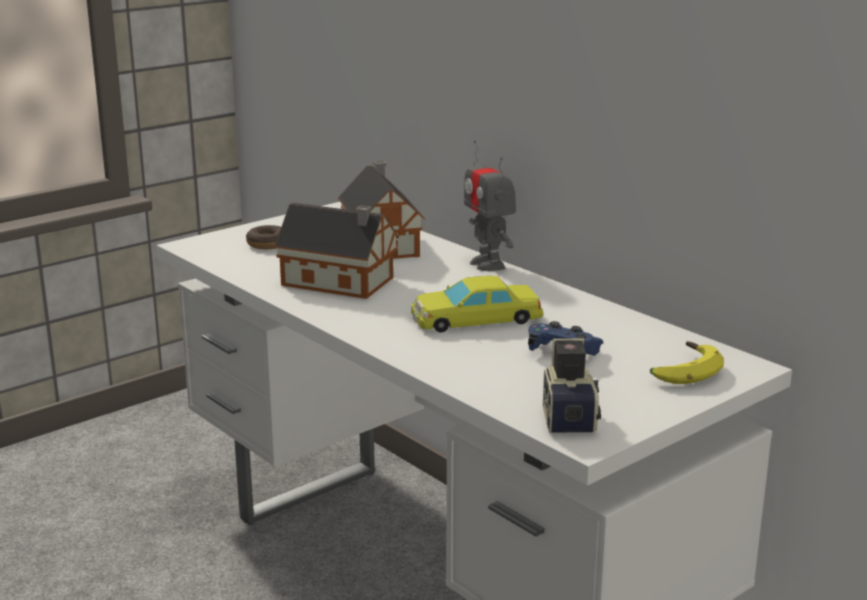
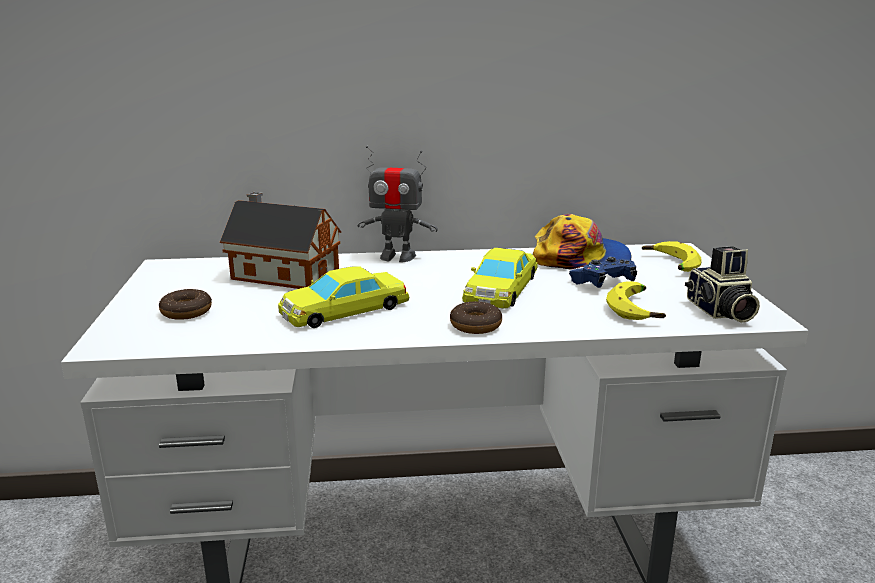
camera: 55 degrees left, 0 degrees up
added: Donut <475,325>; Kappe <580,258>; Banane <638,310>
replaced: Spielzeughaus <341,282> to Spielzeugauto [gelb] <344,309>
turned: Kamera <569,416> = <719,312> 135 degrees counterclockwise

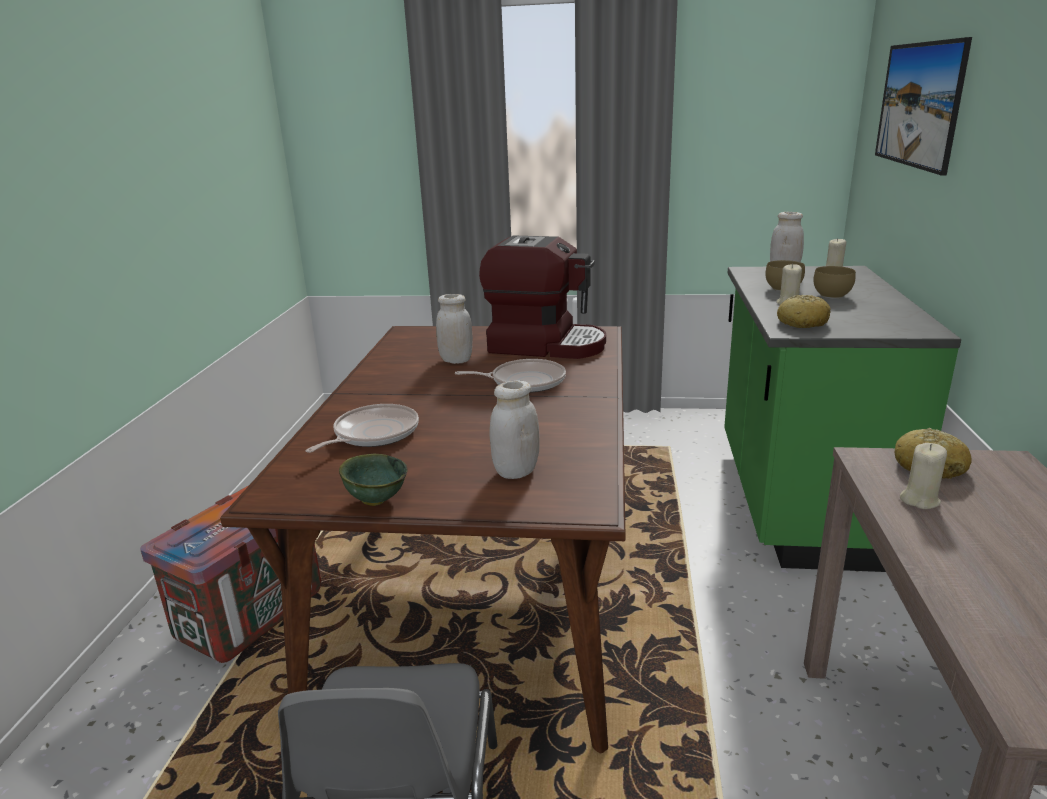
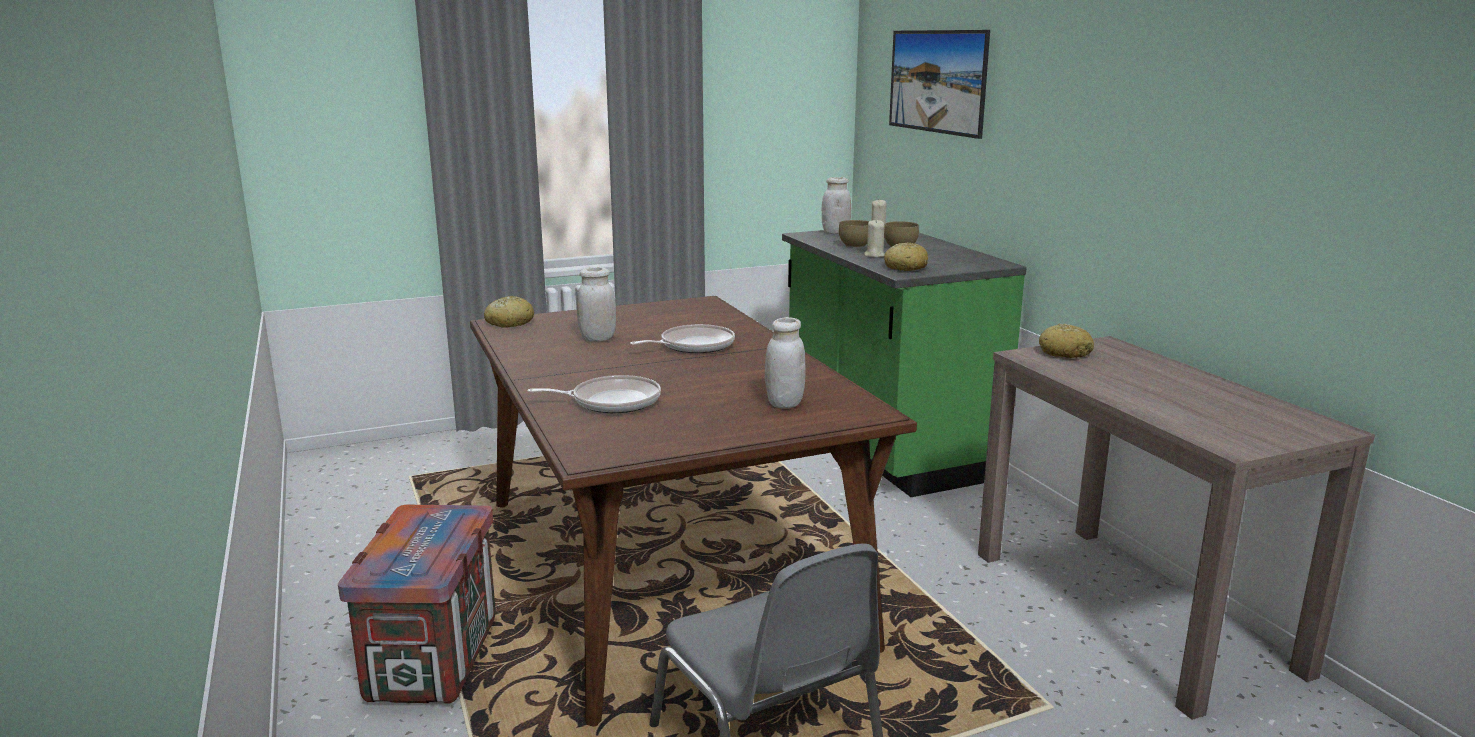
camera: 30 degrees left, 5 degrees down
removed: Schüssel [grün] <376,499>; Kaffeemaschine <546,345>; Kerze [beige] <919,500>
added: Brot <509,323>
turned: Pfanne <373,434> = <611,402> 75 degrees clockwise

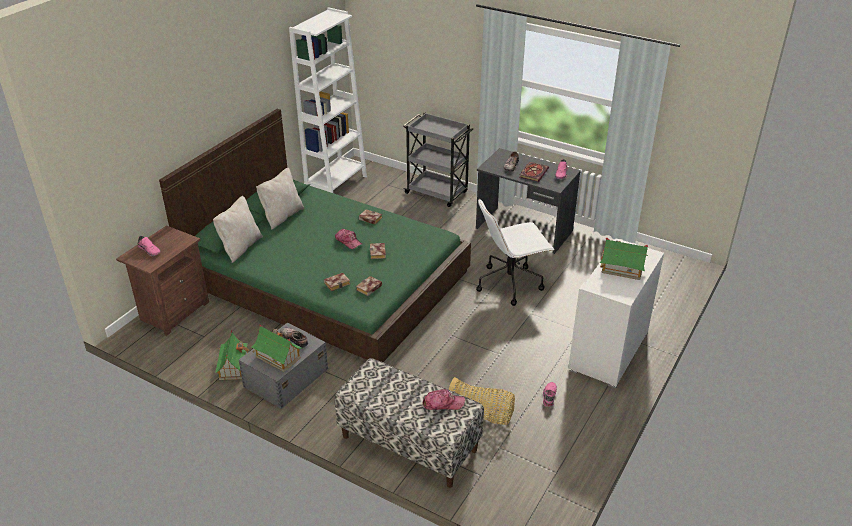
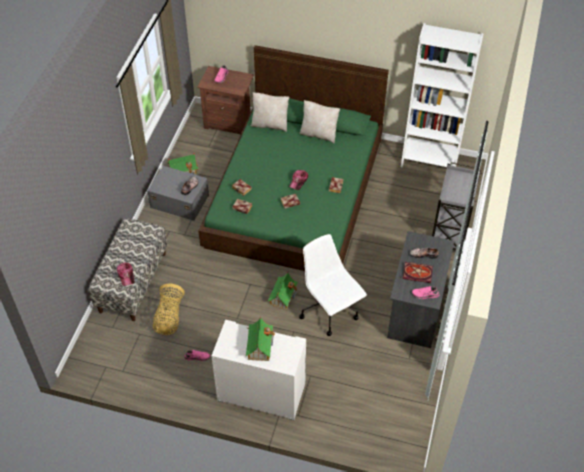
camera: 75 degrees right, 15 degrees up
moved: Spielzeughaus <277,357> to <283,296>

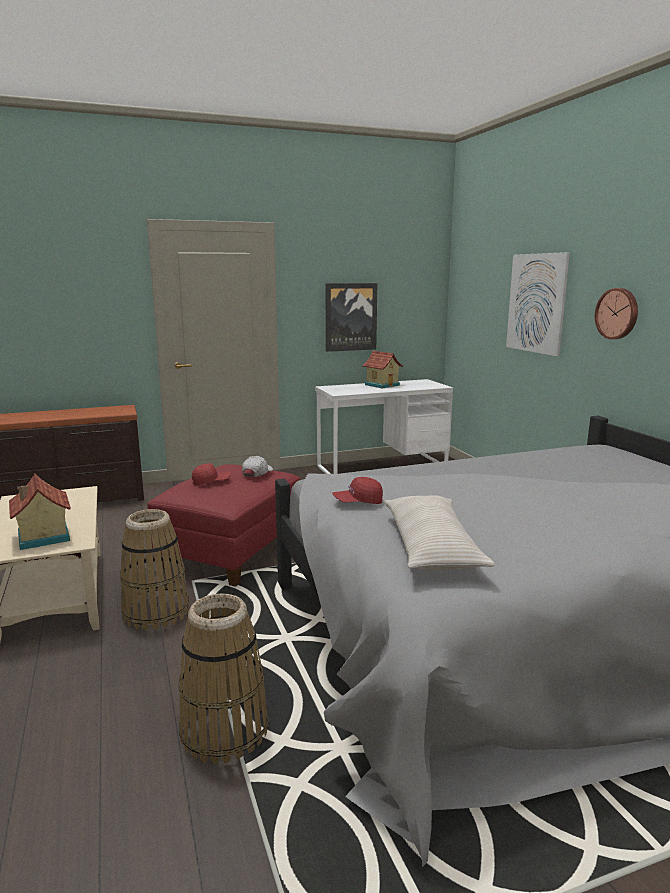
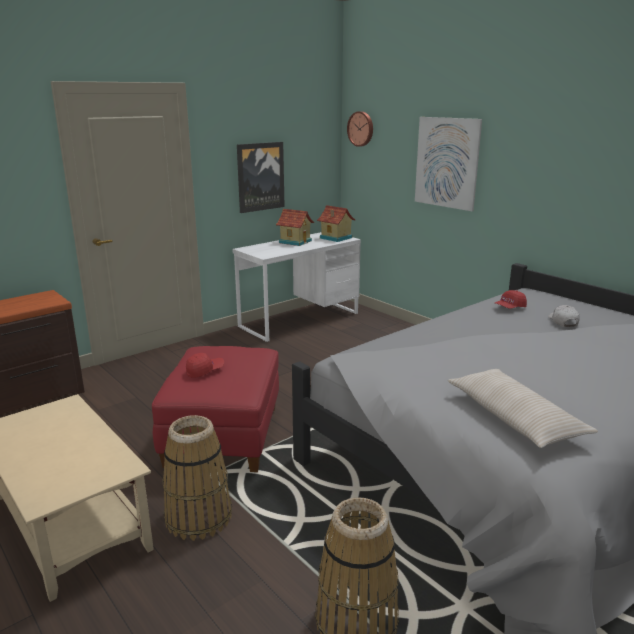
camera: 20 degrees left, 5 degrees up
moved: Spielzeughaus <42,537> to <335,238>; Kappe [weiß] <257,472> to <563,322>; Kappe [rot] <358,502> to <510,307>; Wanduhr <617,313> to <361,129>

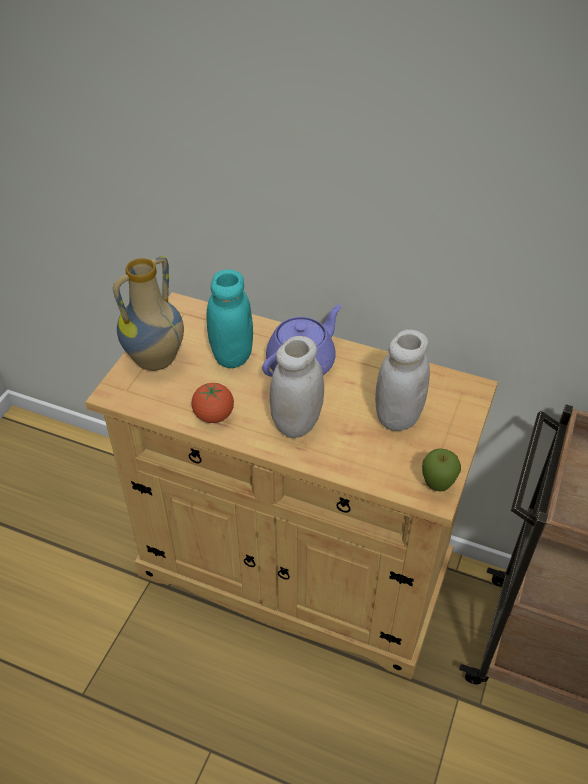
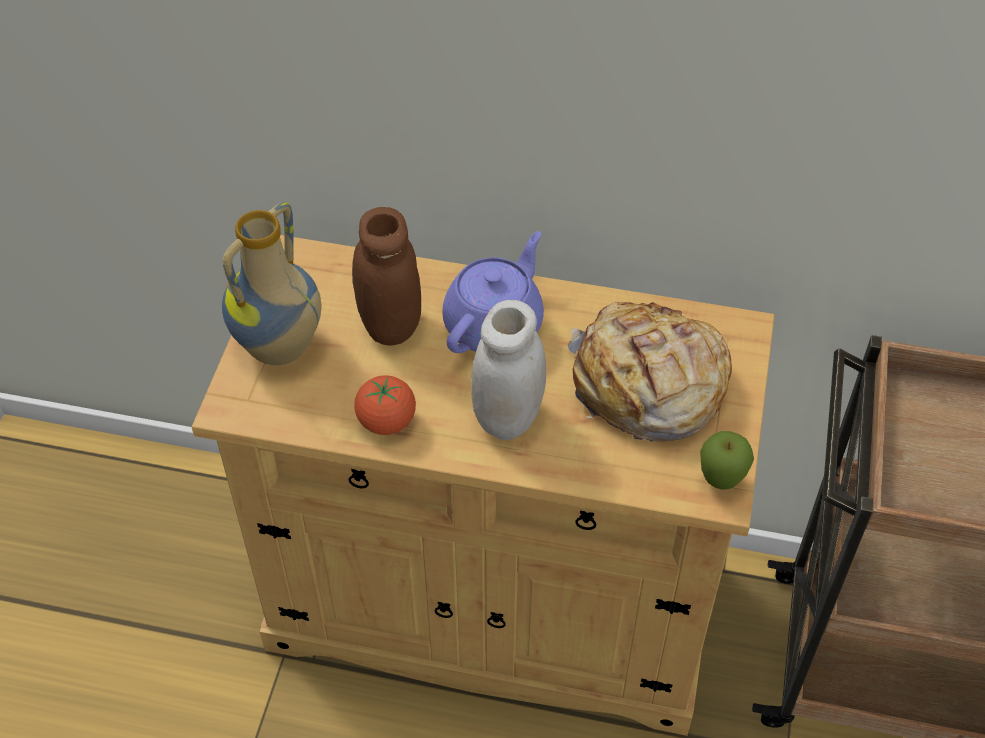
camera: 10 degrees left, 5 degrees up
replaced: Vorratsglas [weiß] <397,417> to Brot <647,387>
recoloured: Vorratsglas [türkis] <232,355> to Vorratsglas [braun] <390,325>

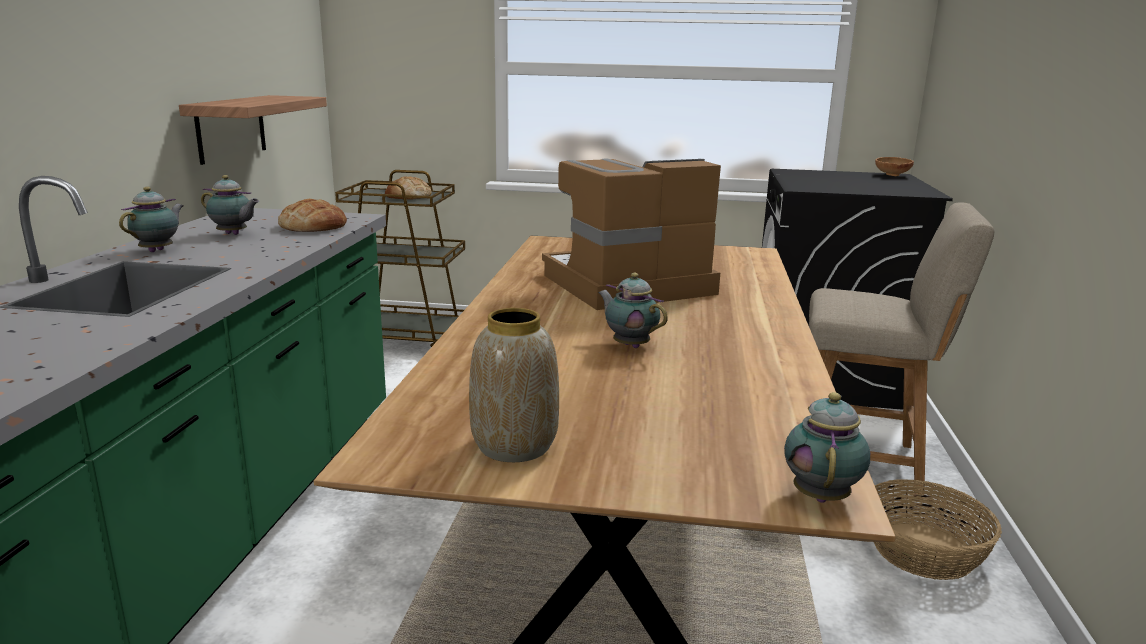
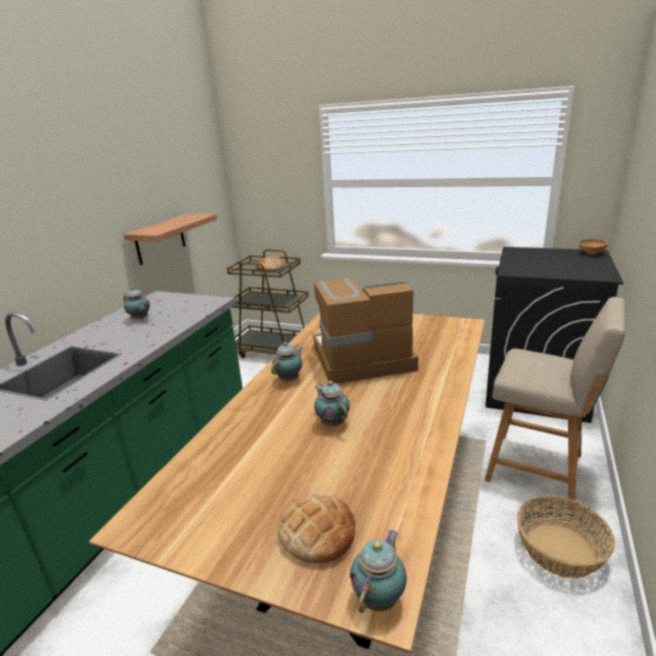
camera: 15 degrees right, 5 degrees up
removed: Vase <514,446>
moved: Teekanne <159,250> to <290,379>; Brot <313,226> to <317,533>

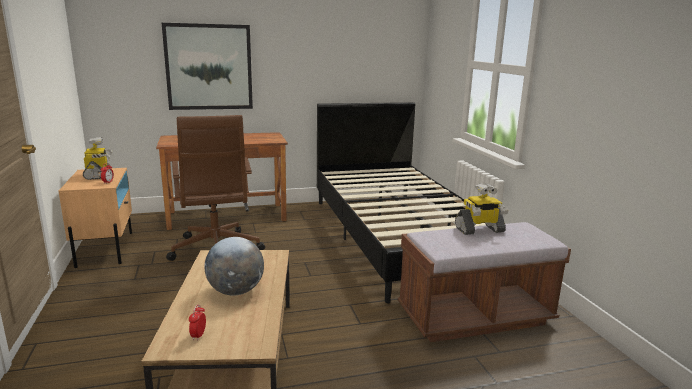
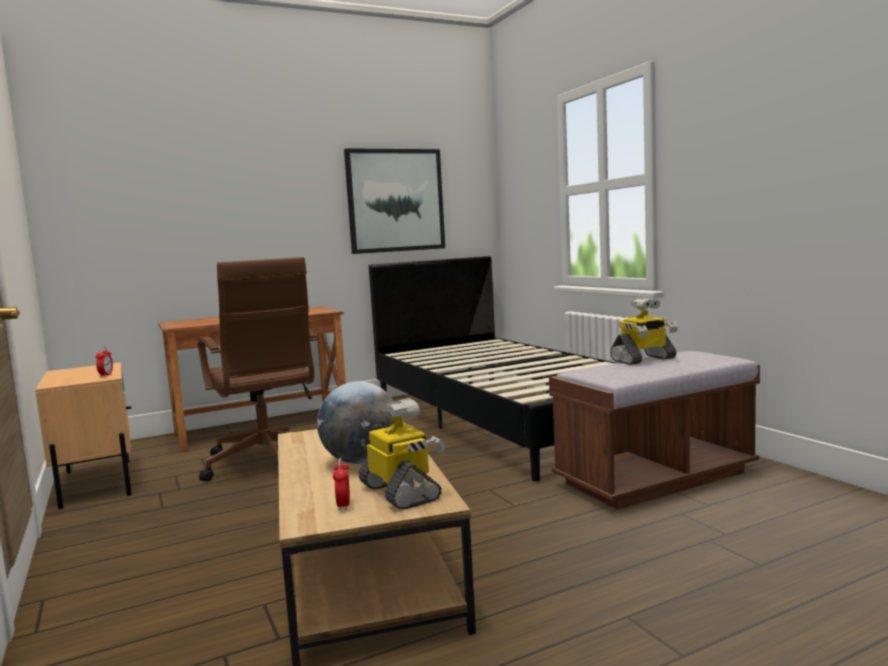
camera: 10 degrees left, 10 degrees down
moved: Spielzeugroboter <98,175> to <401,492>; Bild <209,67> to <395,200>

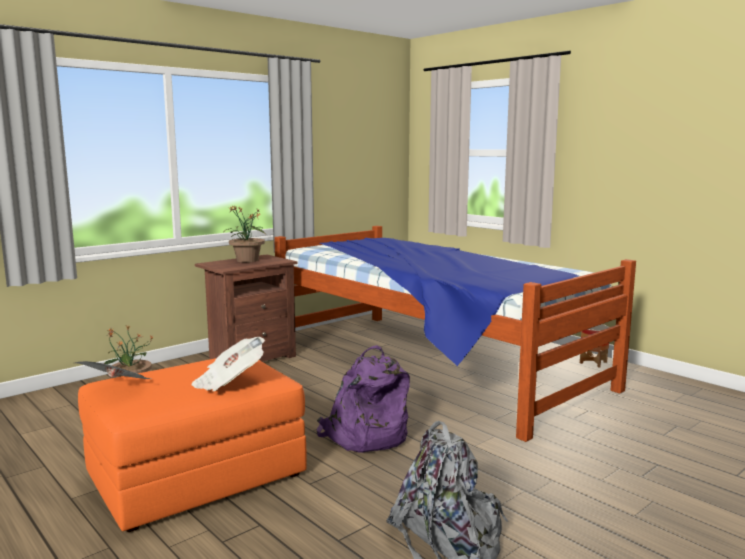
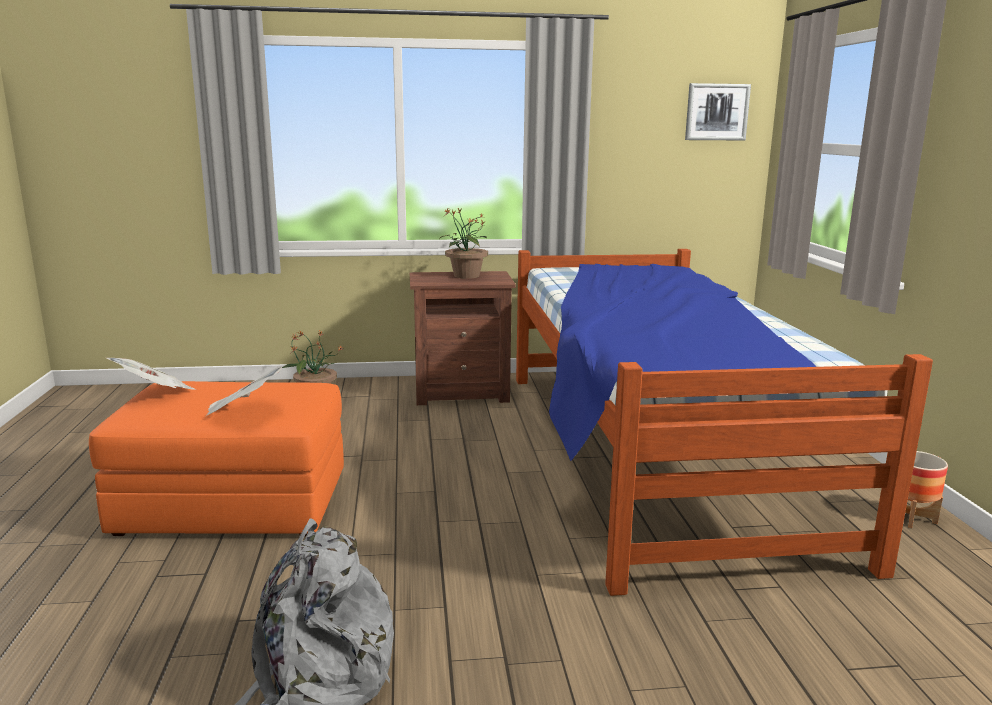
camera: 35 degrees right, 5 degrees up
removed: Rucksack [lila] <365,436>
added: Bild <717,112>

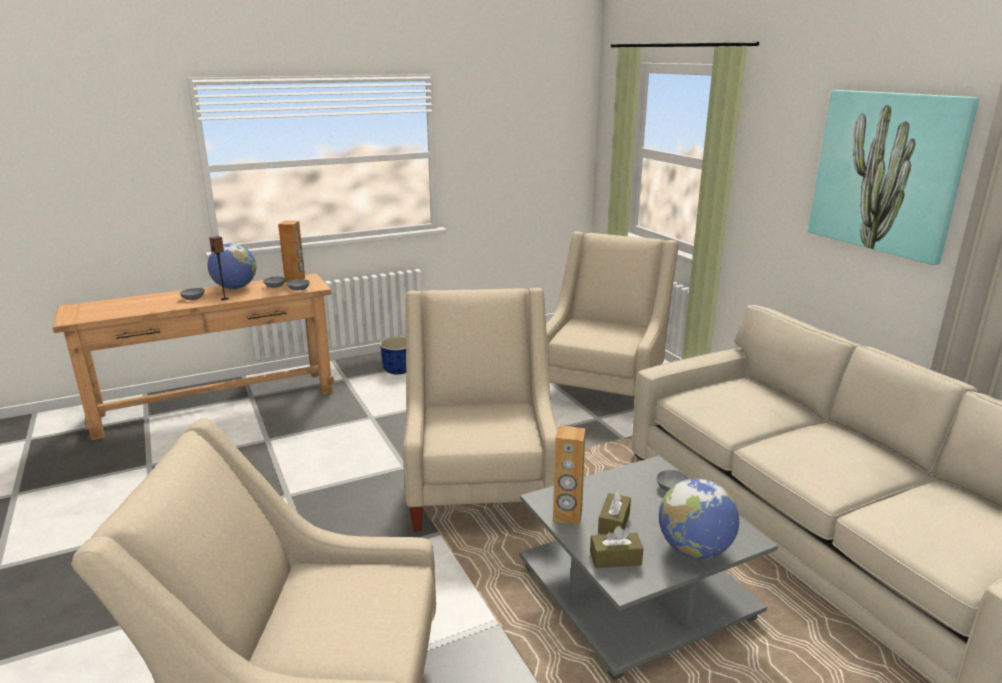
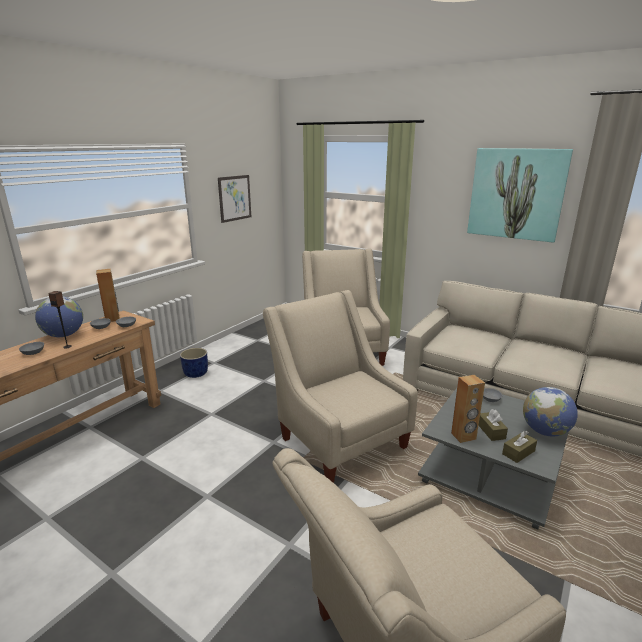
camera: 30 degrees left, 0 degrees up
added: Bild <235,198>

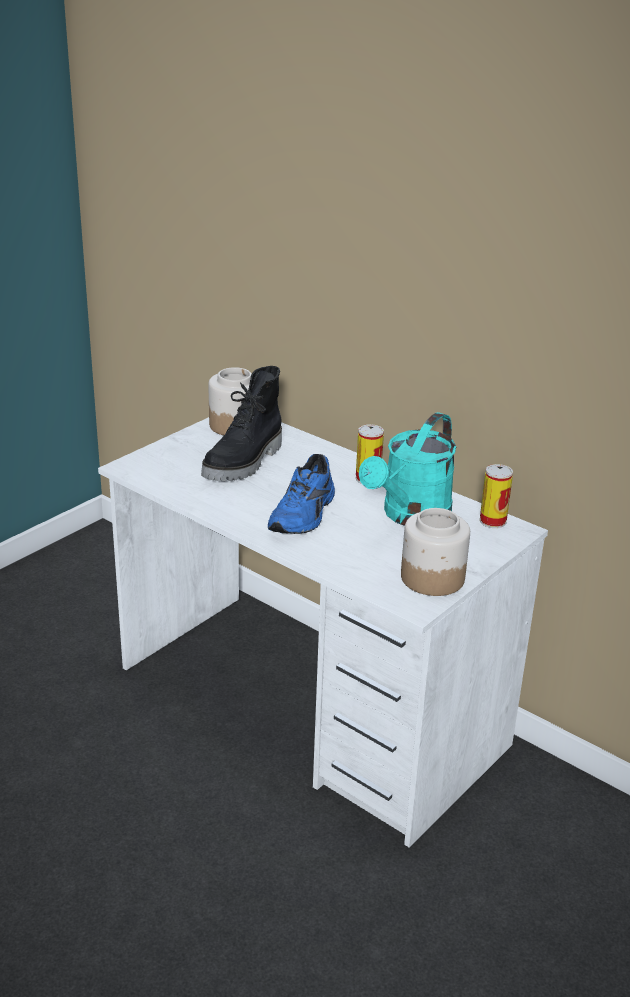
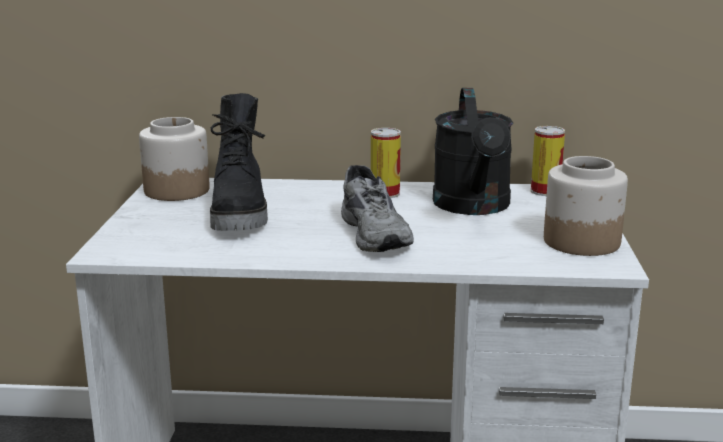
camera: 35 degrees left, 10 degrees down
recoloured: Schuh [blau] <305,514> to Schuh [grau] <377,234>; Gießkanne [türkis] <410,516> to Gießkanne [schwarz] <474,207>

